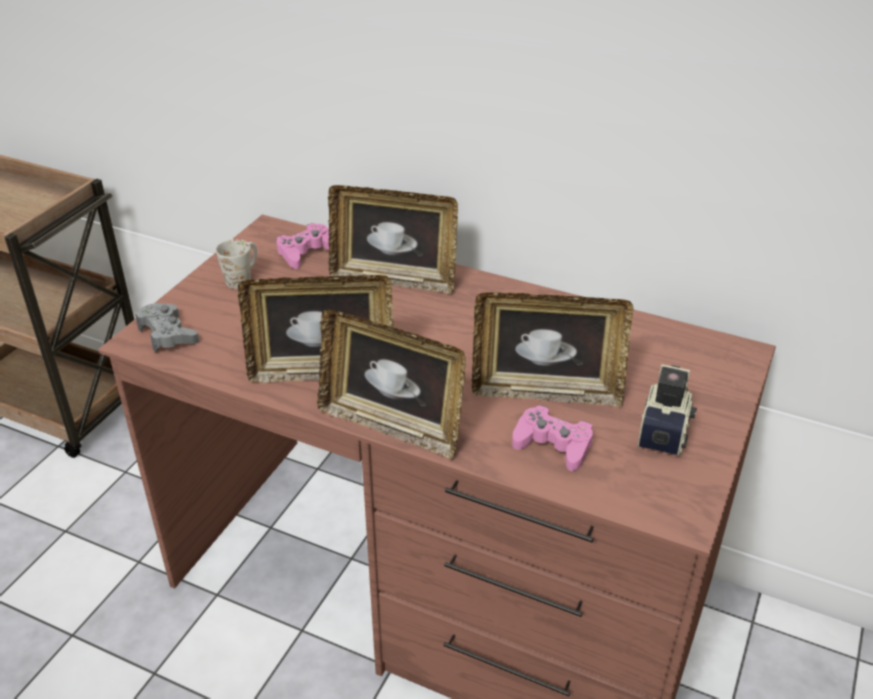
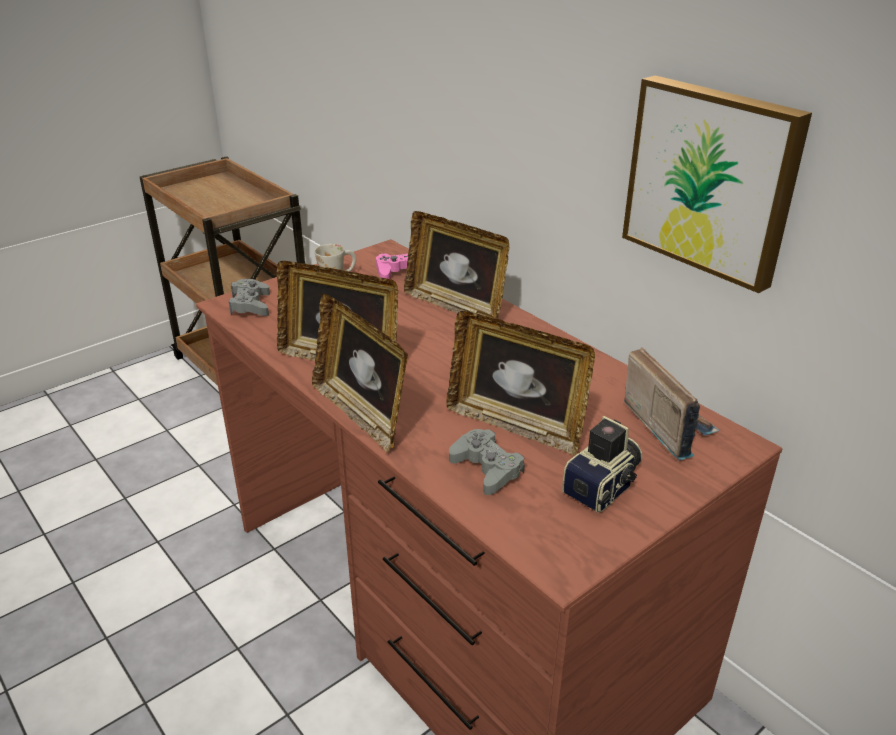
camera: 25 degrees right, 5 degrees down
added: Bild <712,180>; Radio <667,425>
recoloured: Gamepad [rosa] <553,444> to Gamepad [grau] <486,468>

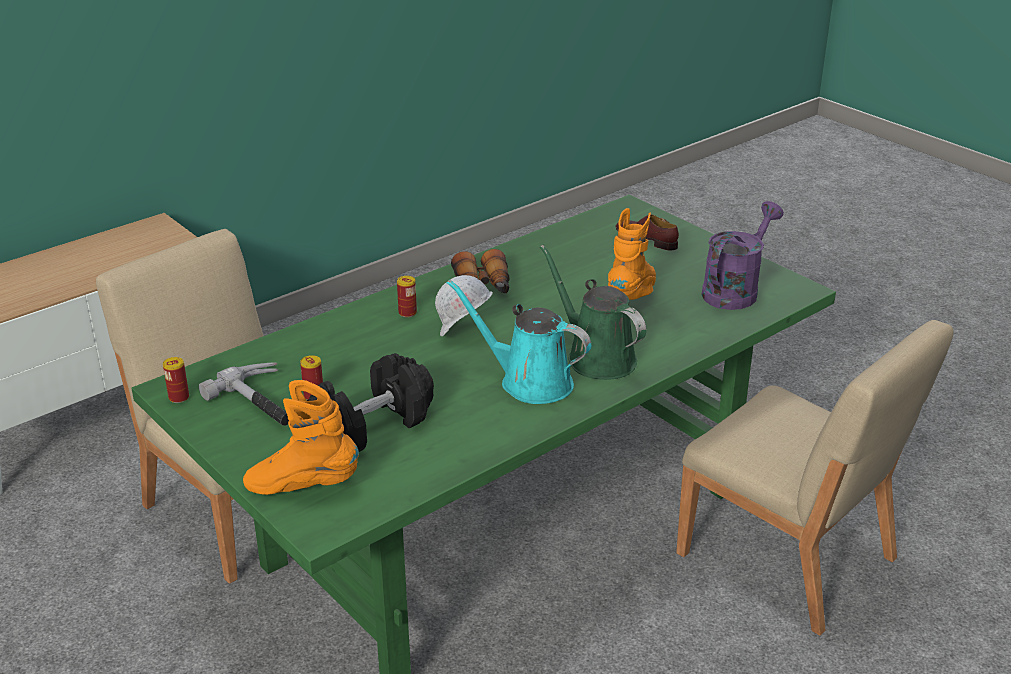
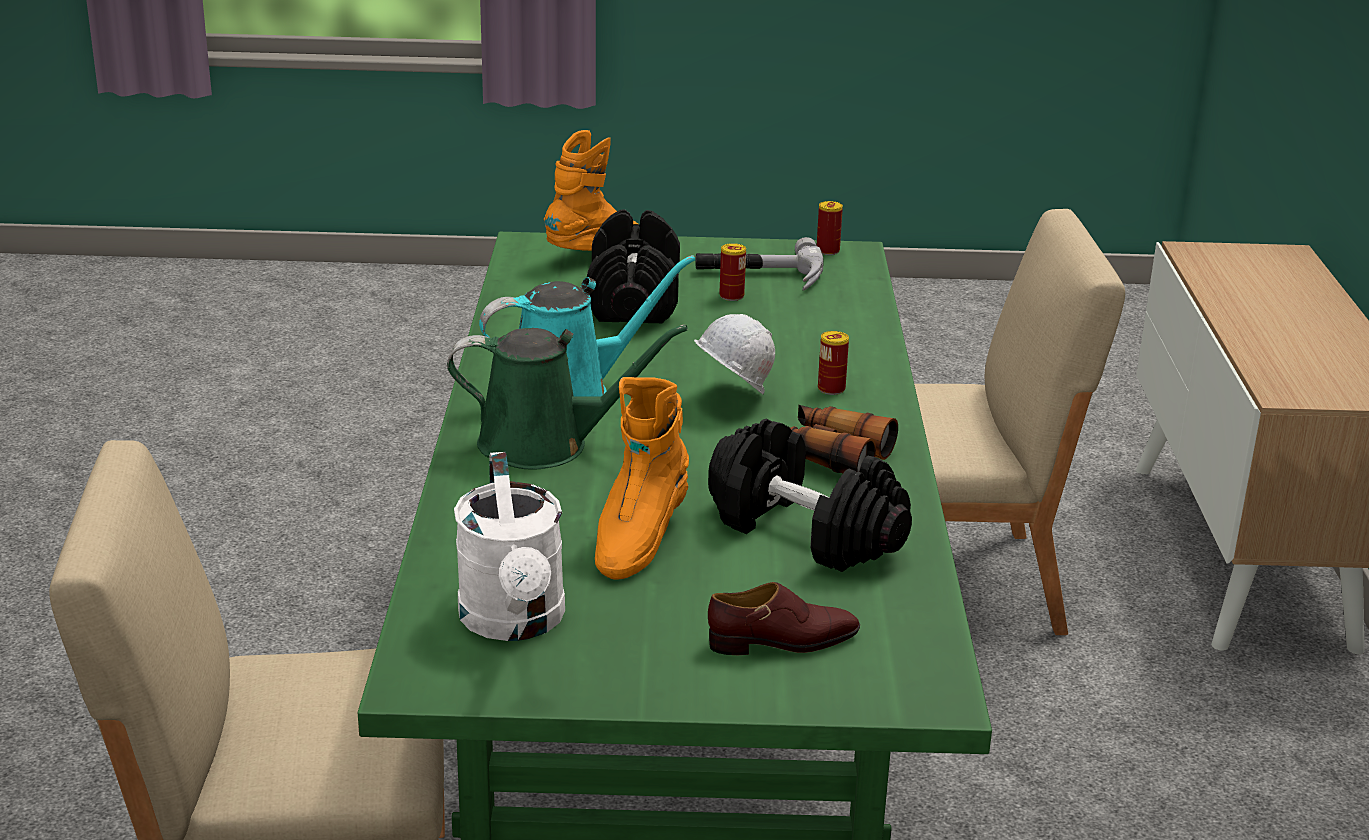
camera: 130 degrees right, 5 degrees down
added: Hantel [schwarz] <806,531>
recoloured: Gießkanne [lila] <735,290> to Gießkanne [weiß] <515,623>
turned: Stiefel [orange] <633,295> = <638,539> 45 degrees clockwise

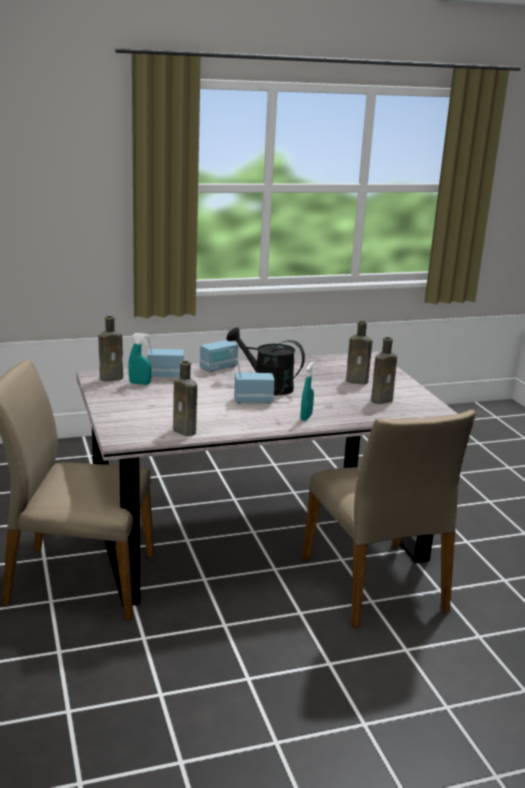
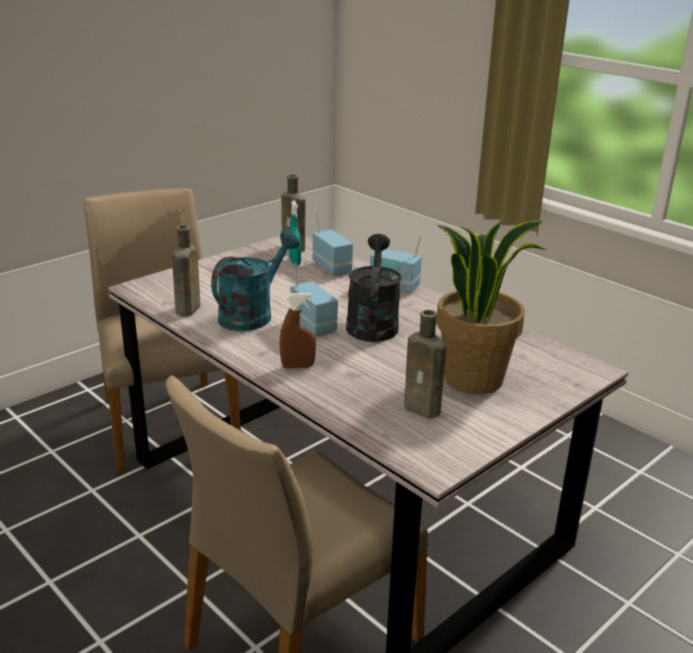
camera: 65 degrees right, 5 degrees up
added: Gießkanne [türkis] <252,314>
replaced: Flasche [braun] <358,381> to Topfpflanze <474,378>
recoloured: Sprühflasche [türkis] <306,417> to Sprühflasche [braun] <297,366>

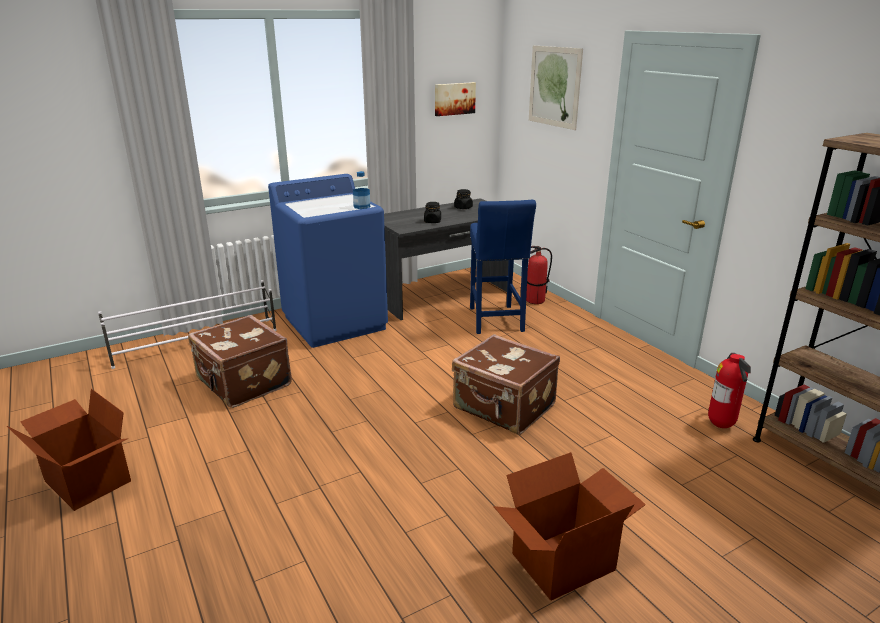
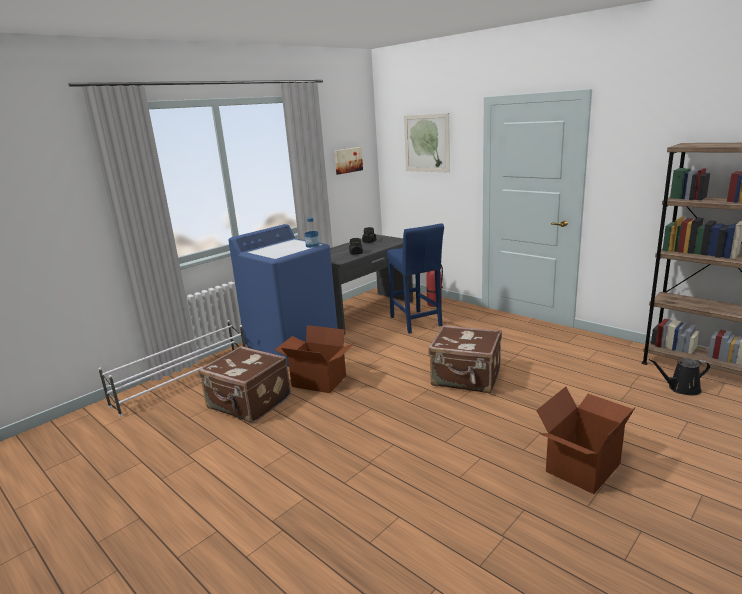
camera: 15 degrees left, 5 degrees down
removed: Feuerlöscher <721,425>
added: Gießkanne [schwarz] <681,389>
moved: Karton <86,482> to <318,382>

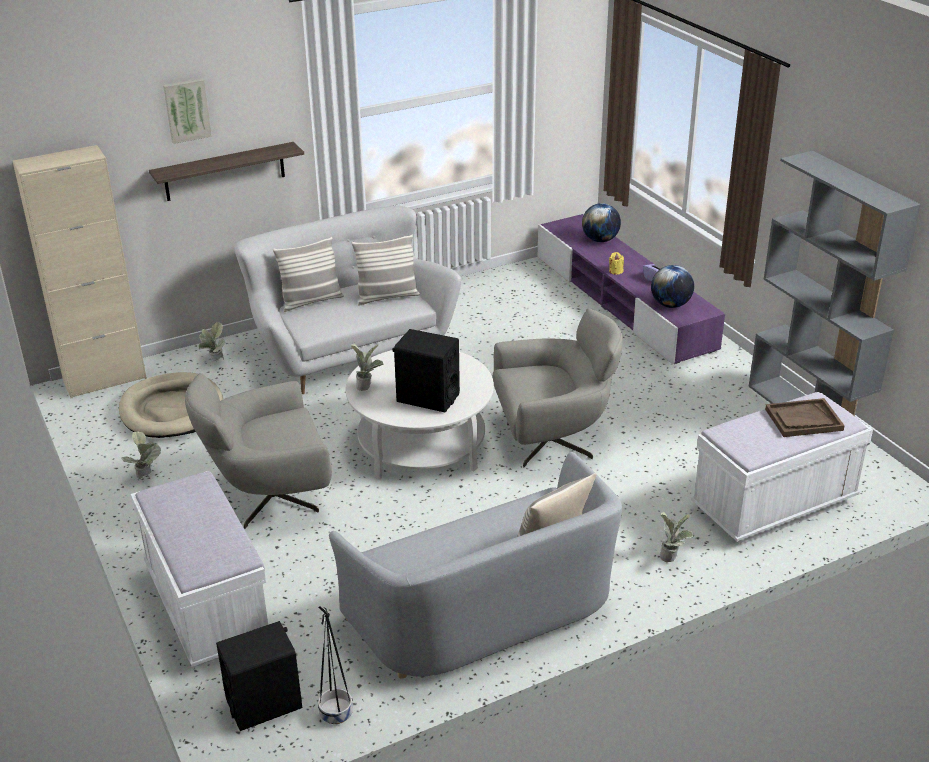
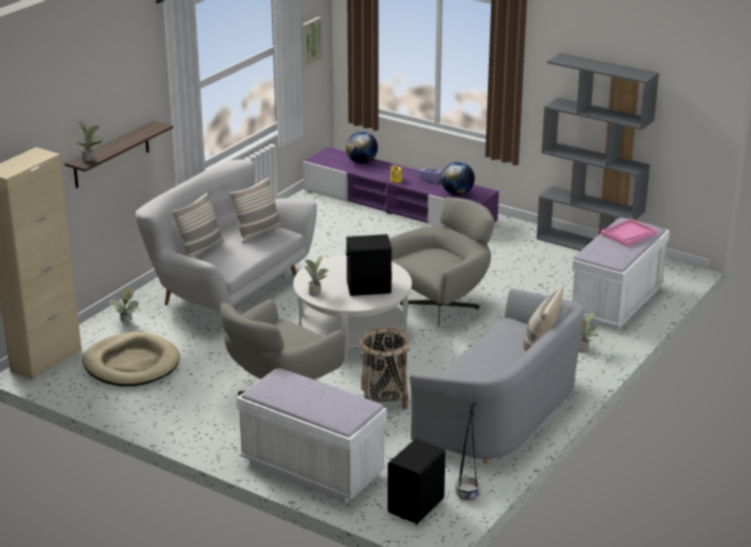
camera: 30 degrees left, 5 degrees down
added: Korb <384,398>
moved: Topfpflanze <146,477> to <91,160>; Bild <187,110> to <310,40>
recoloured: Tablett [braun] <803,420> to Tablett [rosa] <628,234>

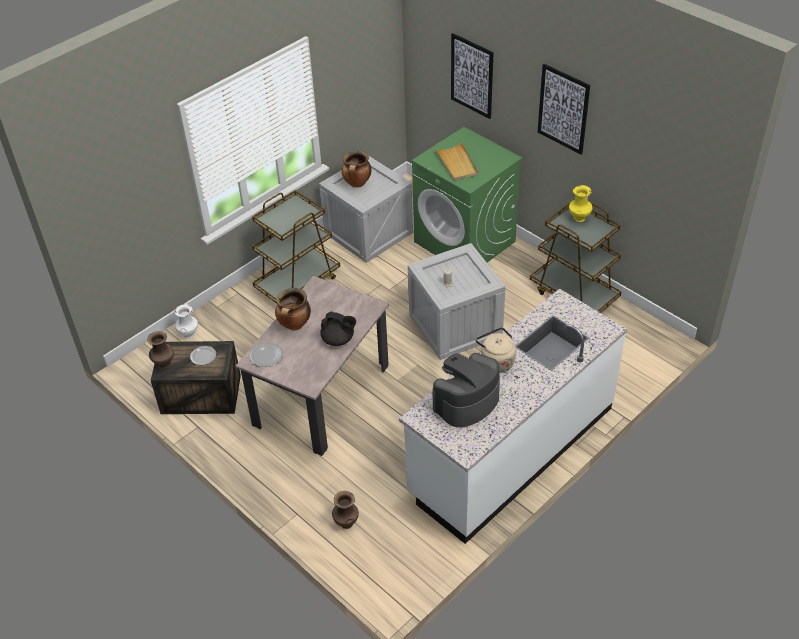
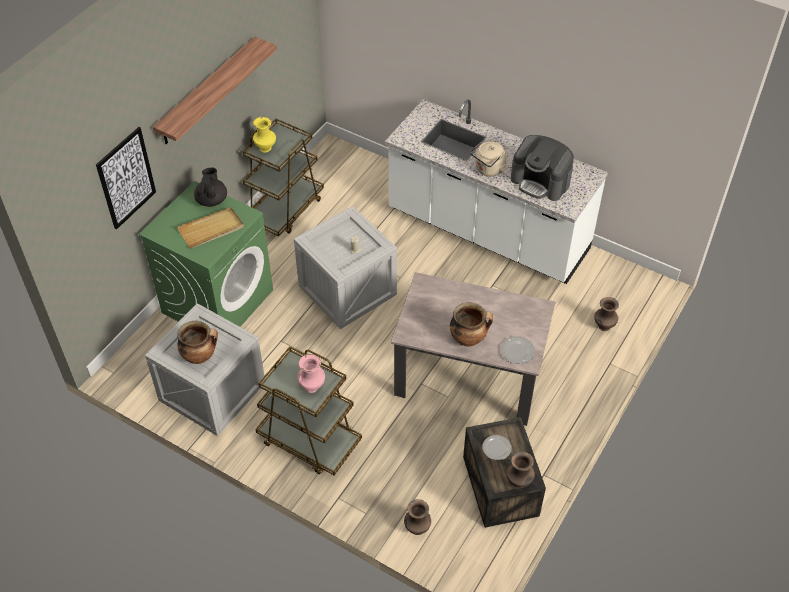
camera: 105 degrees left, 5 degrees up
added: Vase [rosa] <312,387>
moved: Teekanne [schwarz] <338,339> to <212,200>
replaced: Bild <563,109> to Wandregal <207,91>
recoloured: Vase [weiß] <189,334> to Vase [braun] <417,529>

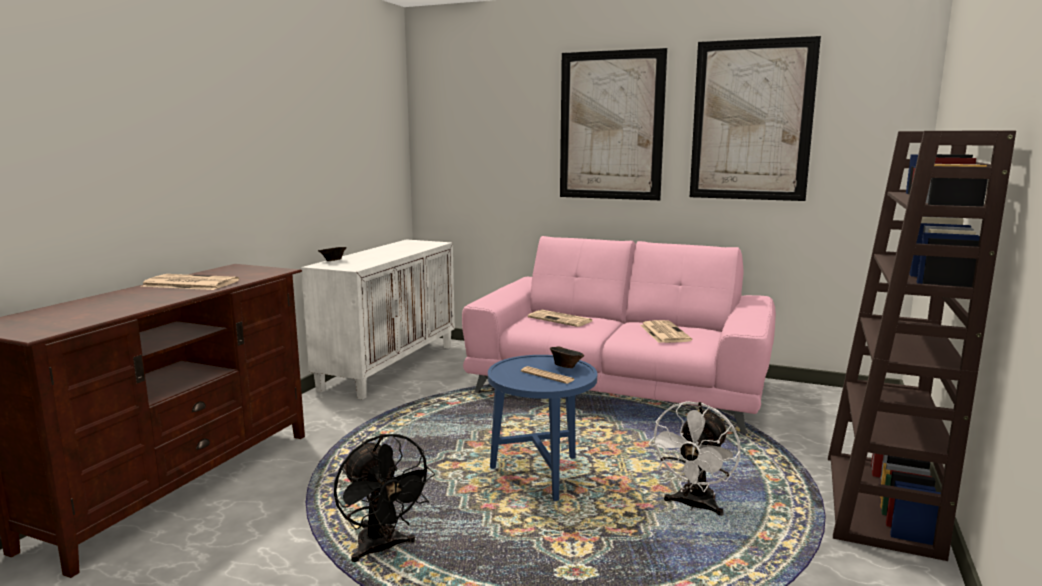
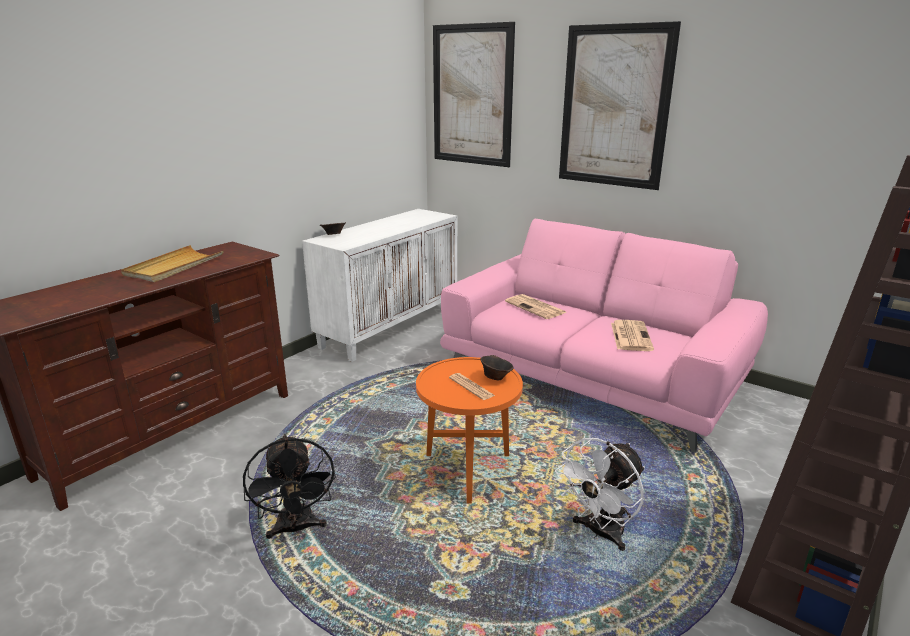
camera: 15 degrees right, 10 degrees up
moved: Bild <751,121> to <471,96>
replaced: Zeitung <189,283> to Tablett [beige] <174,267>
recoloured: Beistelltisch [blau] <541,477> to Beistelltisch [orange] <468,473>

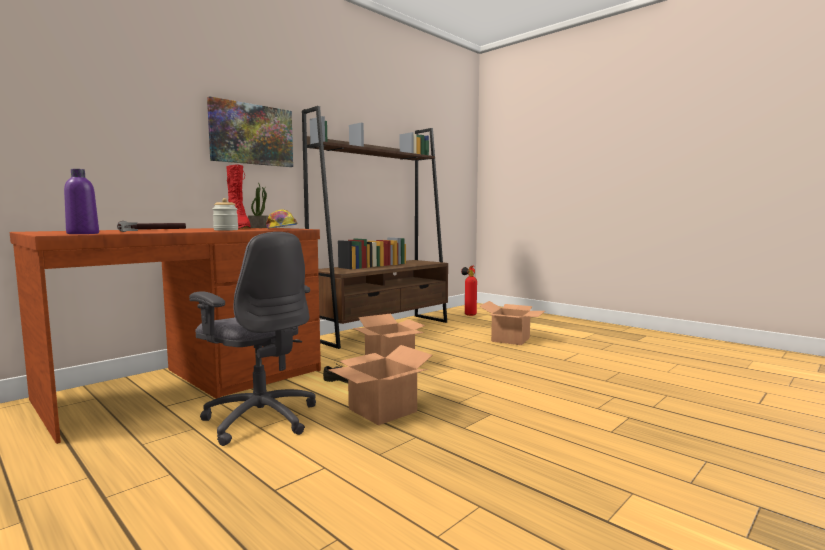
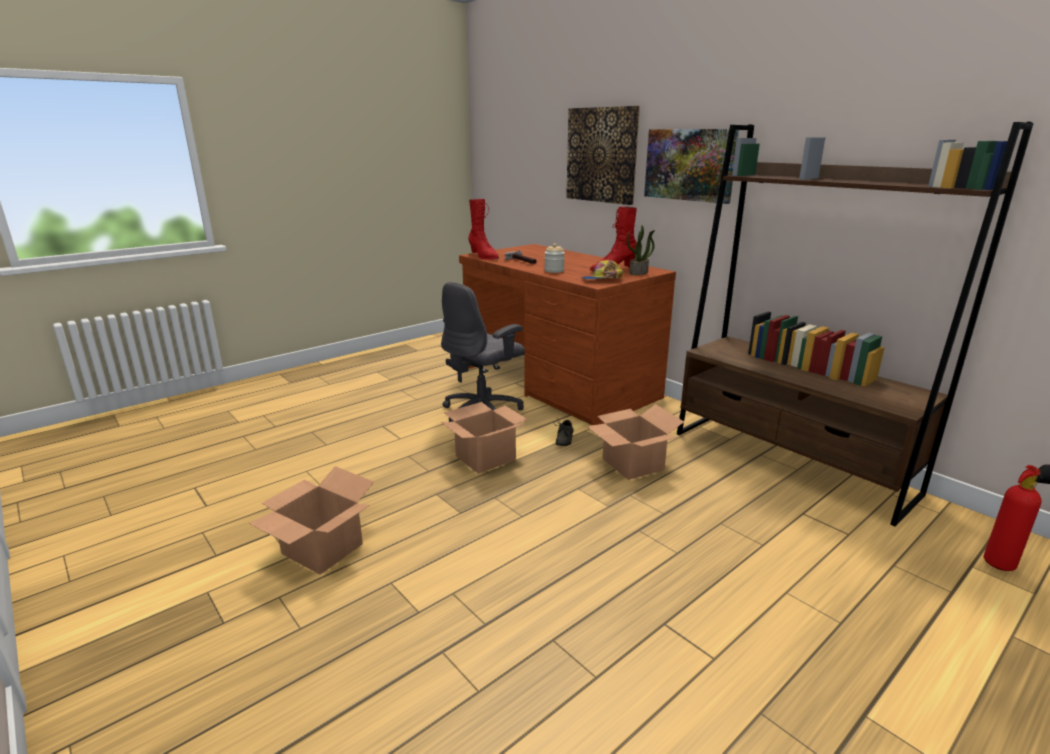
camera: 95 degrees right, 15 degrees up
added: Bild <602,155>
moved: Karton <510,339> to <323,549>
replaced: Flasche [lila] <83,233> to Stiefel [rot] <483,256>

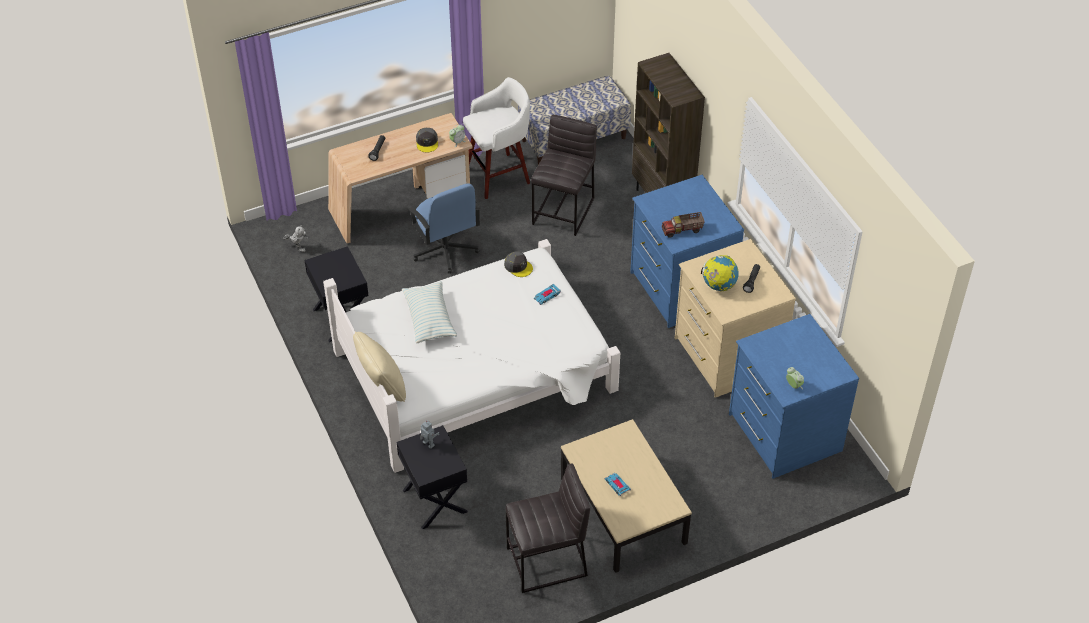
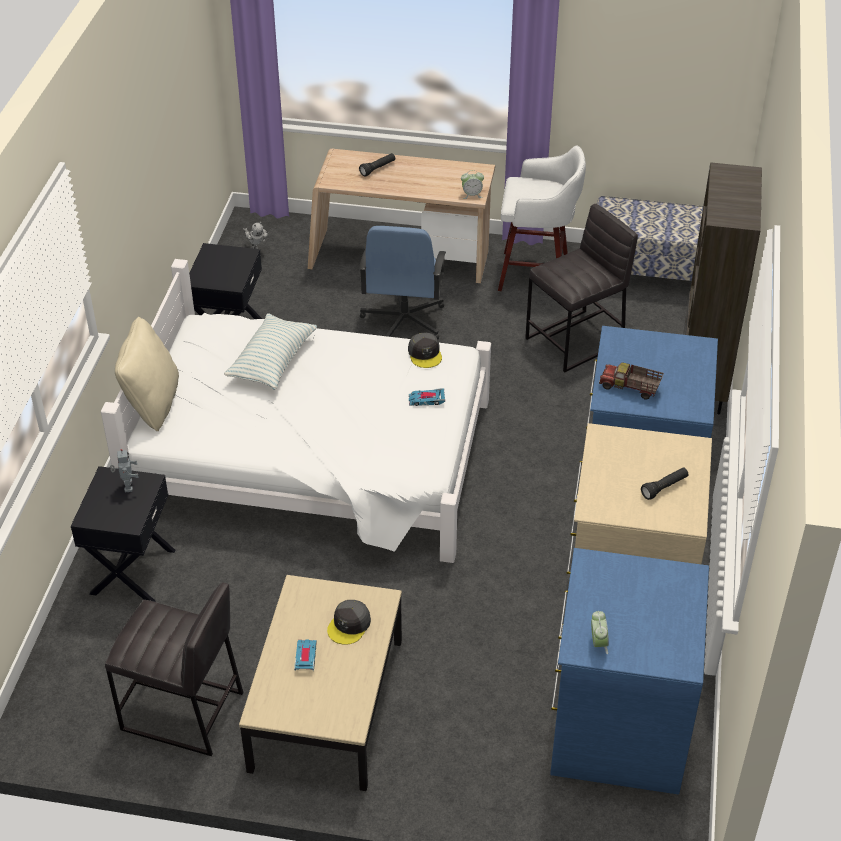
camera: 35 degrees right, 5 degrees down
removed: Globus <718,285>
moved: Kappe [grau] <427,142> to <349,625>

